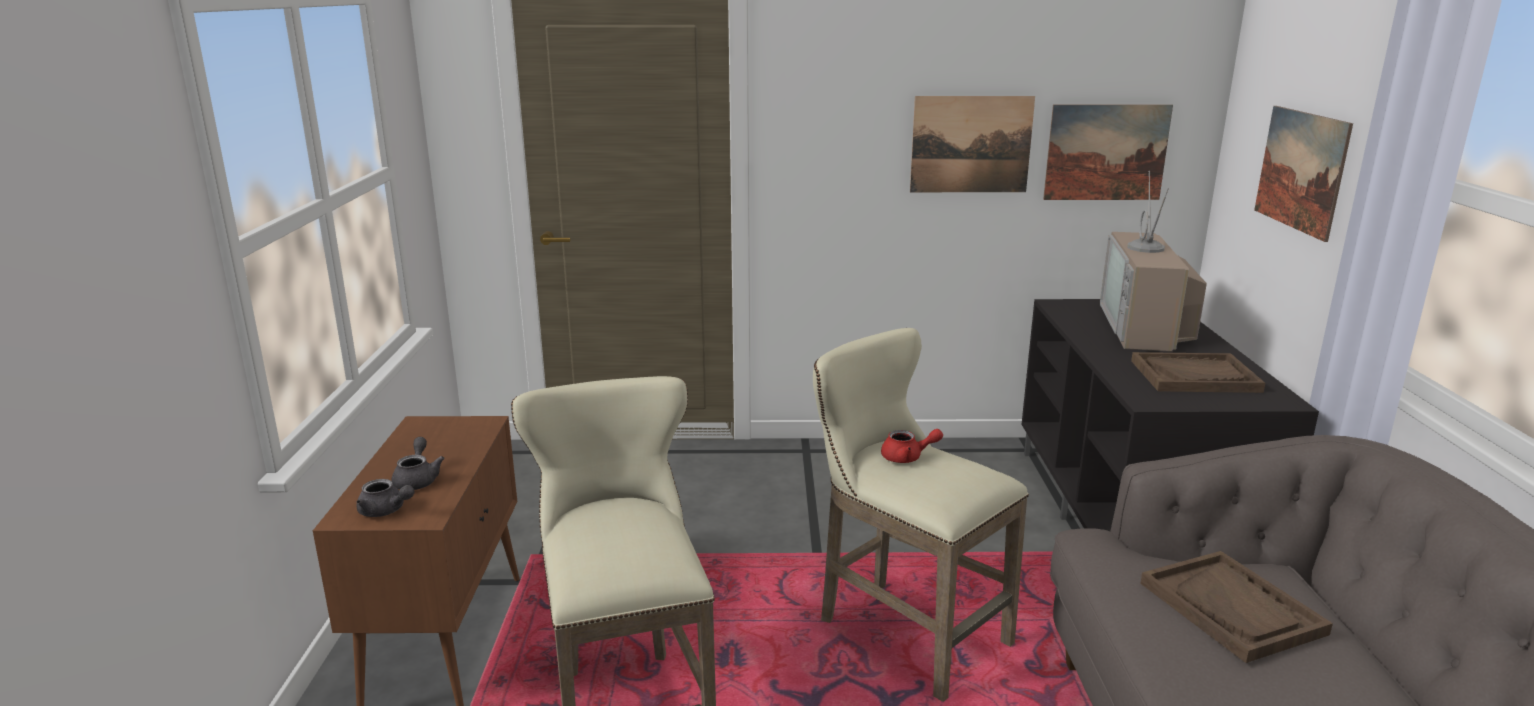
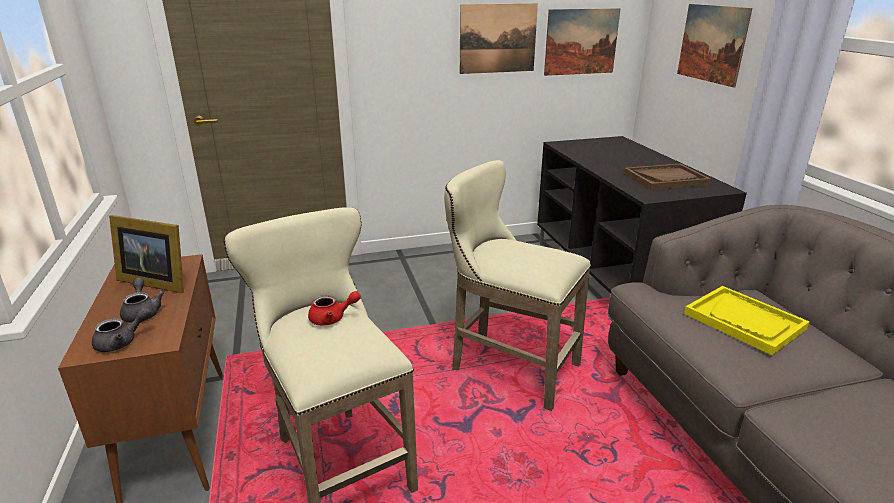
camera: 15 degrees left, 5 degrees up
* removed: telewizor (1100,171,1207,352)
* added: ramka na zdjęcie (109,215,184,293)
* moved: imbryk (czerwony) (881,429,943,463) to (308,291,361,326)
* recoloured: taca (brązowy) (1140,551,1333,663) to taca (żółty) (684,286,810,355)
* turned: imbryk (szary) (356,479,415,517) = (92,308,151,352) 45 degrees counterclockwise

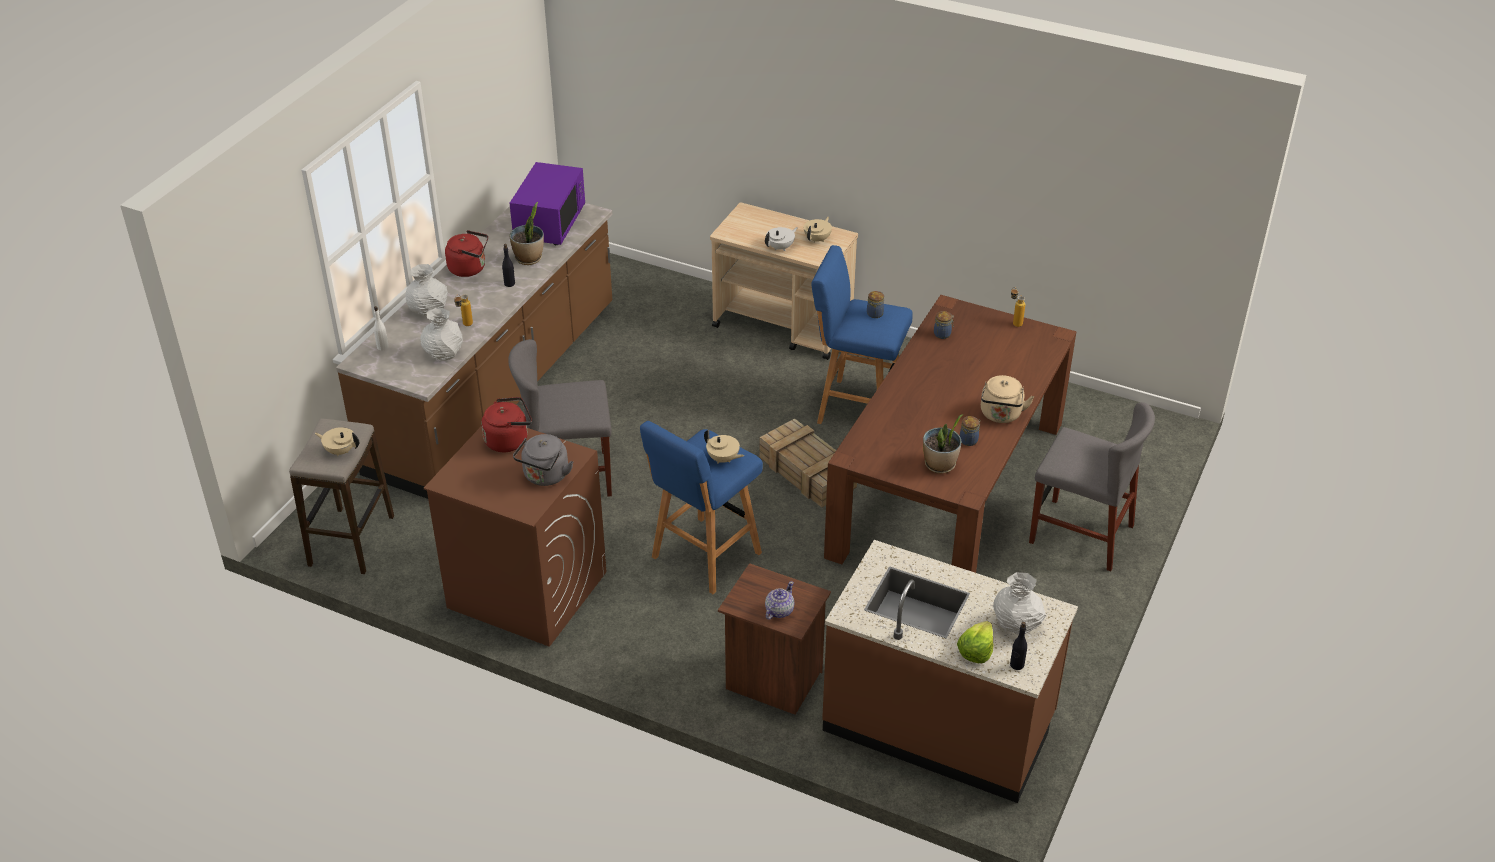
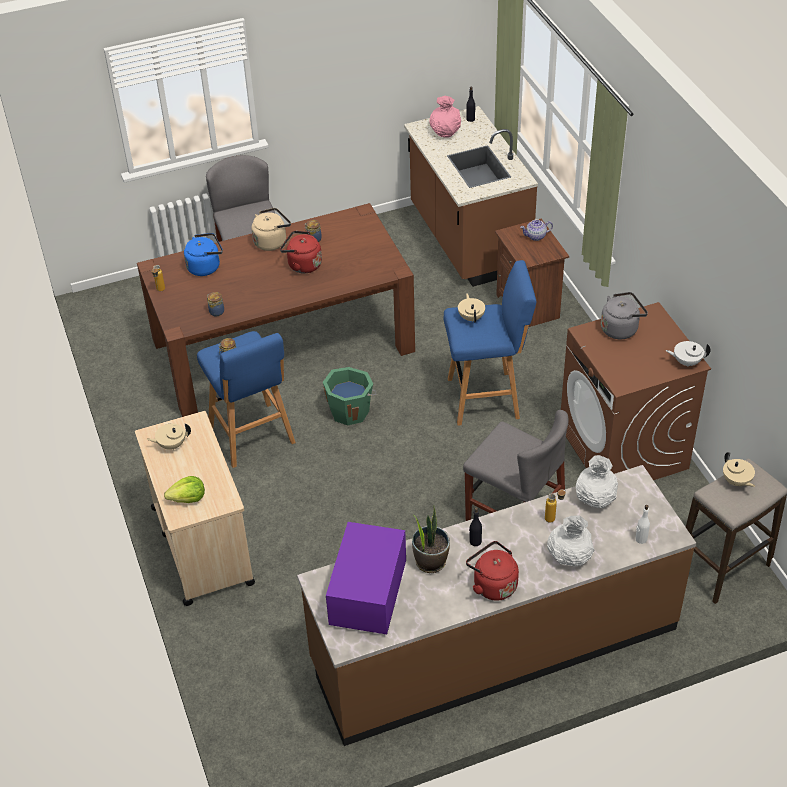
camera: 135 degrees left, 5 degrees up
* removed: roślina doniczkowa (923,414,963,474)
* added: czajnik (niebieski) (184,233,223,276)
* moved: czajnik (czerwony) (481,397,532,452) to (280,231,322,273)
* moved: imbryk (biały) (765,227,798,251) to (666,341,711,366)
* moved: sałata (957,621,993,663) to (164,476,205,503)
* replaced: skrzynka (759,419,857,508) to wiadro (zielony) (323,367,377,425)
* recoloured: wazon (biały) (993,572,1046,635) to wazon (różowy) (429,96,461,138)
* turned: mikrofalówka (fioletowy) (509,162,585,245) = (326,522,406,634) 45 degrees counterclockwise

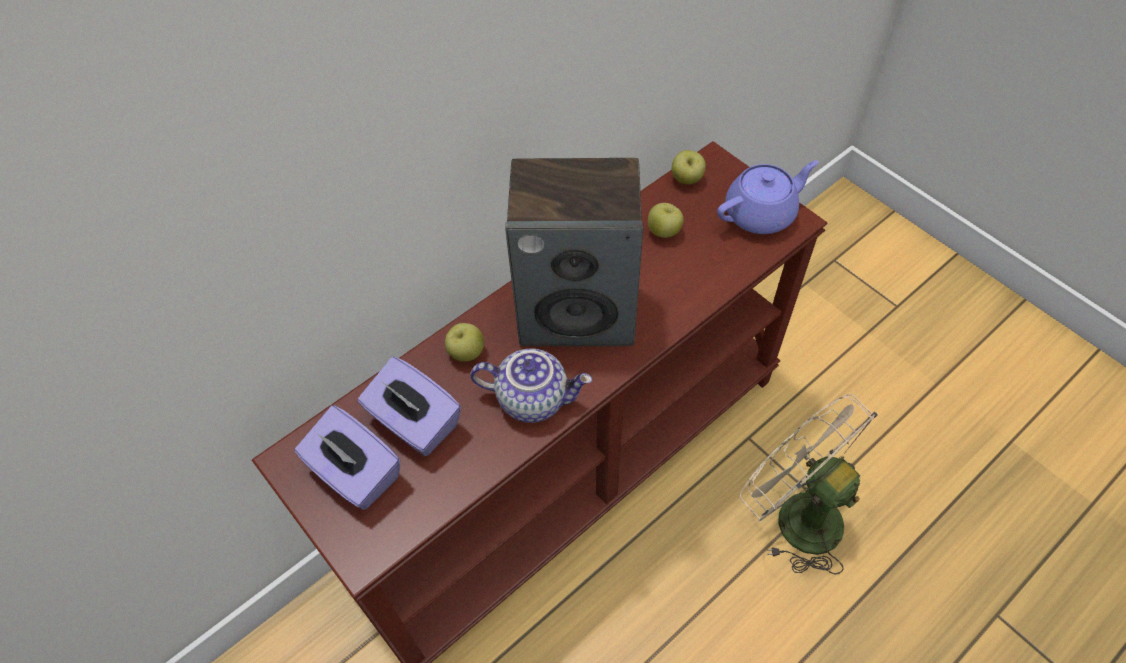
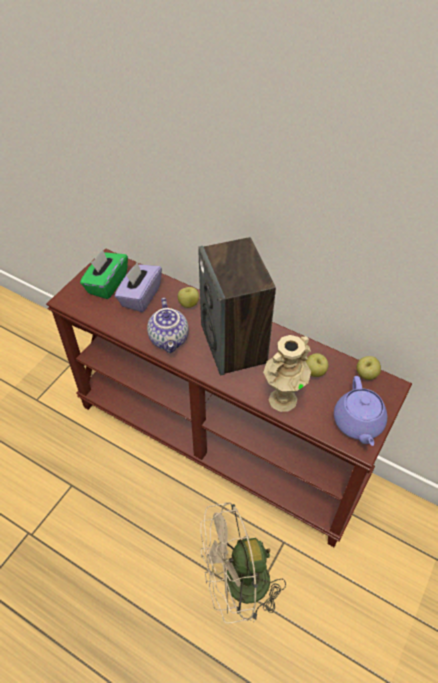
camera: 70 degrees right, 5 degrees down
* added: wazon (beżowy) (263,335,311,412)
* recoloured: pudełko chusteczek (fioletowy) (295,405,400,510) to pudełko chusteczek (zielony) (80,250,128,299)
* turned: imbryk (fioletowy) (717,160,819,234) = (334,376,387,446) 45 degrees clockwise
* turned: wentylator (beżowy) (740,394,878,575) = (200,502,286,624) 135 degrees counterclockwise

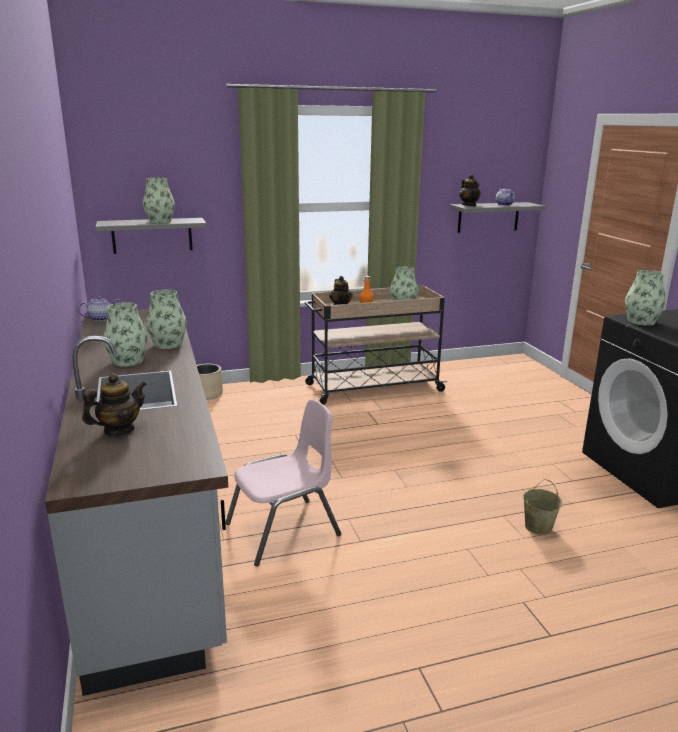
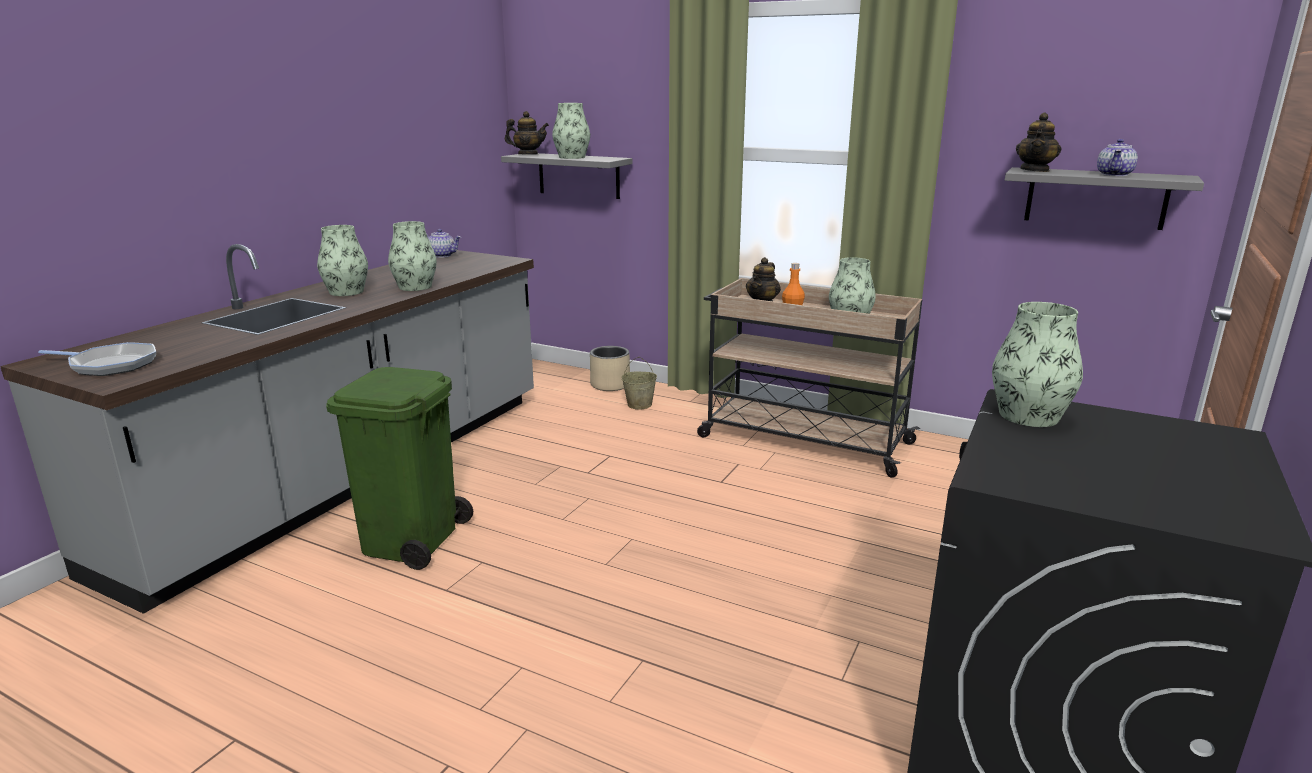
camera: 45 degrees right, 0 degrees up
* added: patelnia (38,342,156,376)
* moved: imbryk (82,373,147,436) to (505,111,549,155)
* moved: wiadro (beżowy) (523,479,562,535) to (622,357,657,410)
* replaced: krzesło (różowy) (225,399,341,566) to kosz na śmieci (zielony) (326,367,473,570)

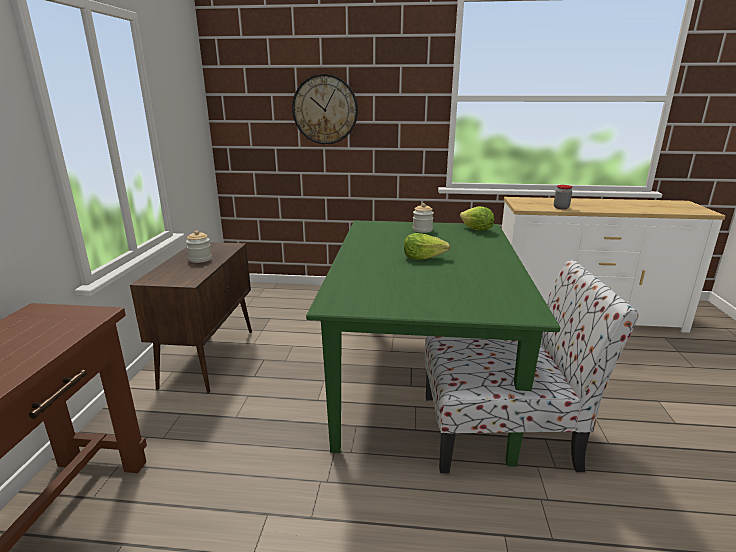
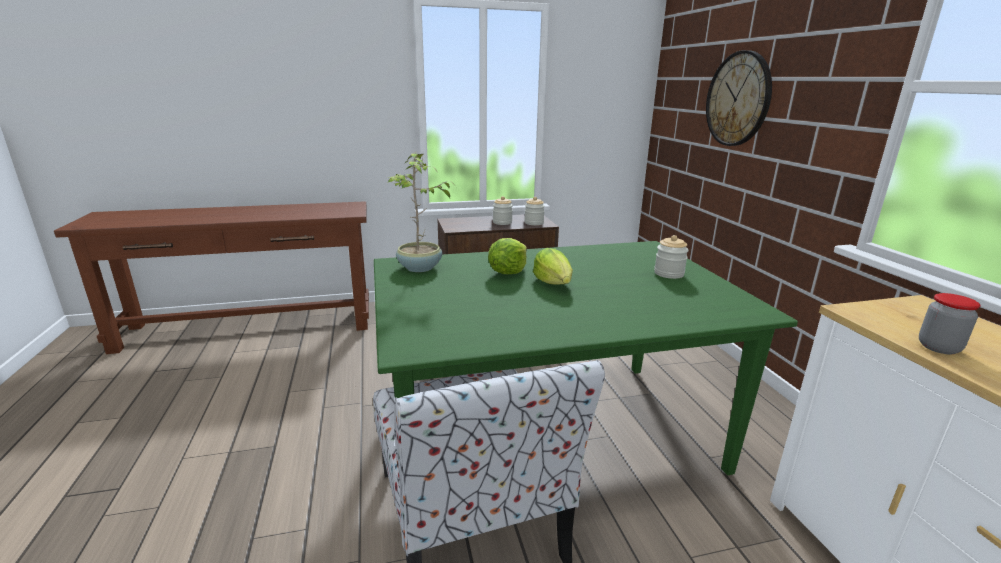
camera: 70 degrees right, 0 degrees up
* added: roślina doniczkowa (388,152,455,272)
* added: słoik (524,197,545,225)
* moved: sałata (460,206,494,231) to (488,238,527,274)

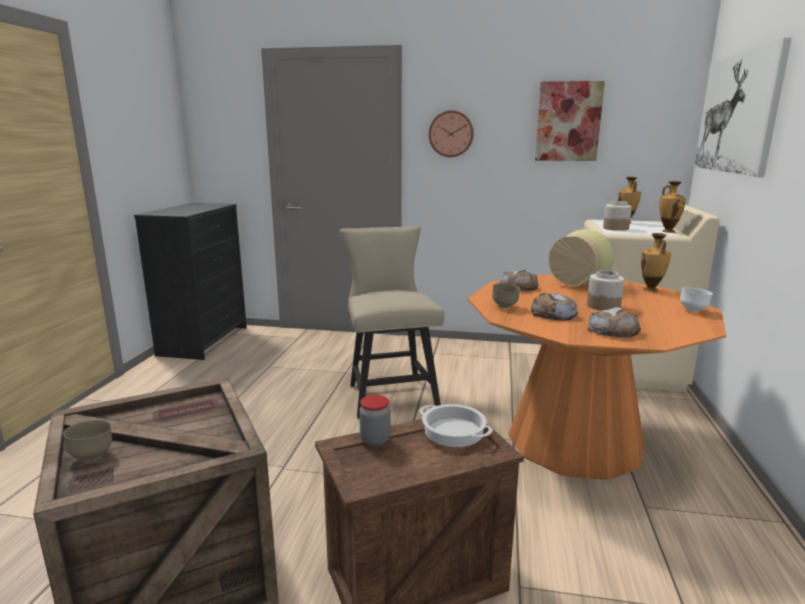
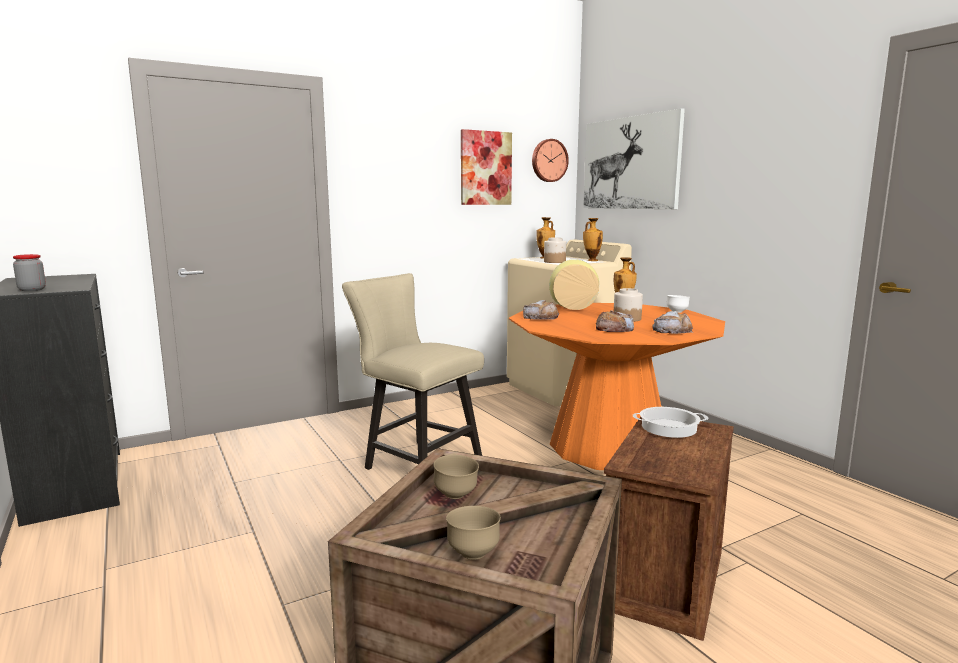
camera: 40 degrees left, 5 degrees down
* moved: słoik (359,395,390,446) to (13,254,46,291)
* moved: zegar ścienny (429,110,474,157) to (532,139,569,182)
* moved: miska (brązowy) (492,283,520,308) to (433,455,479,499)

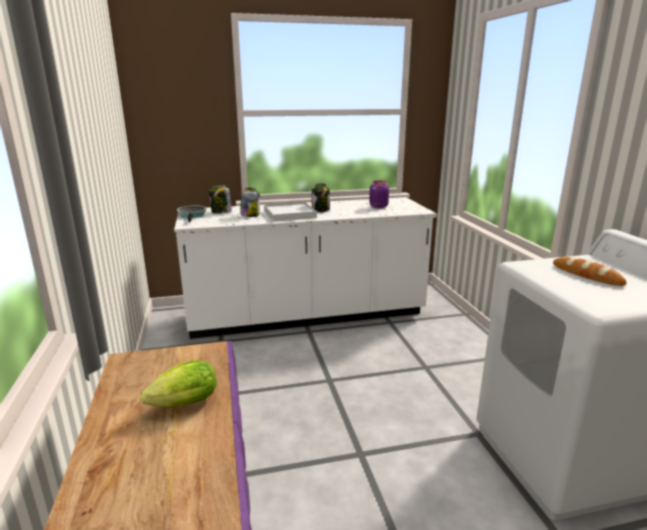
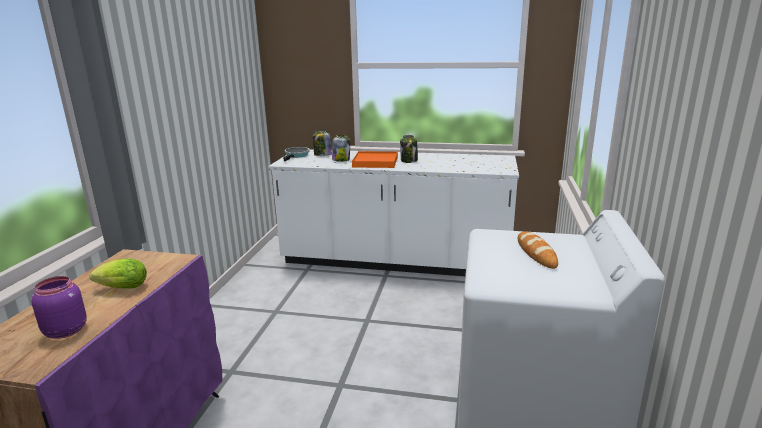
camera: 25 degrees right, 0 degrees up
* moved: słoik (fioletowy) (369,181,389,209) to (32,276,87,339)
* recoloured: taca (biały) (264,202,317,222) to taca (pomarańczowy) (352,151,398,168)

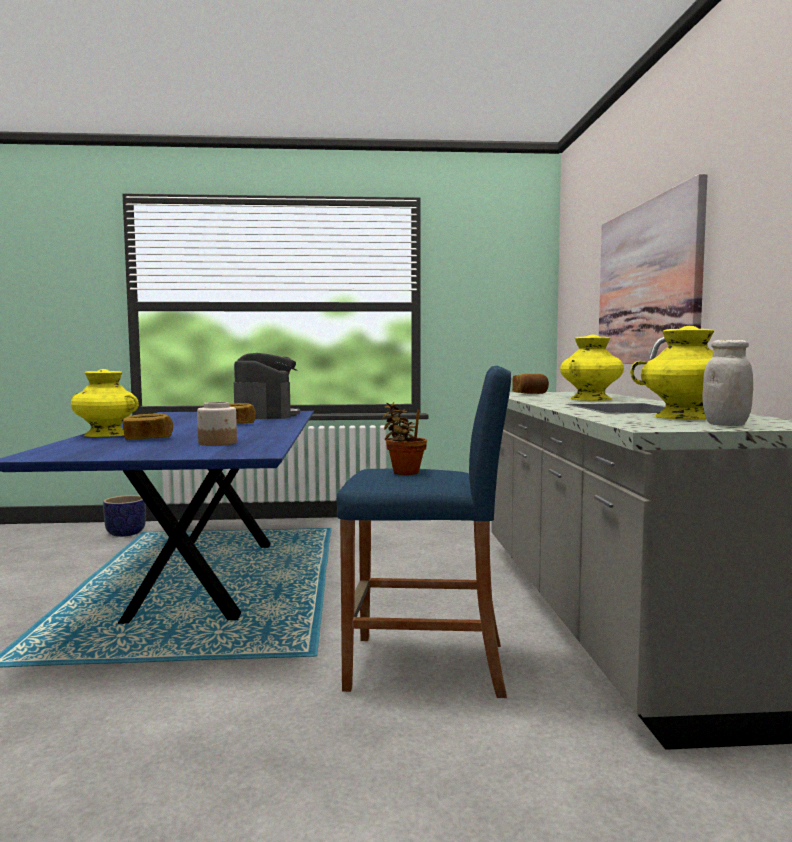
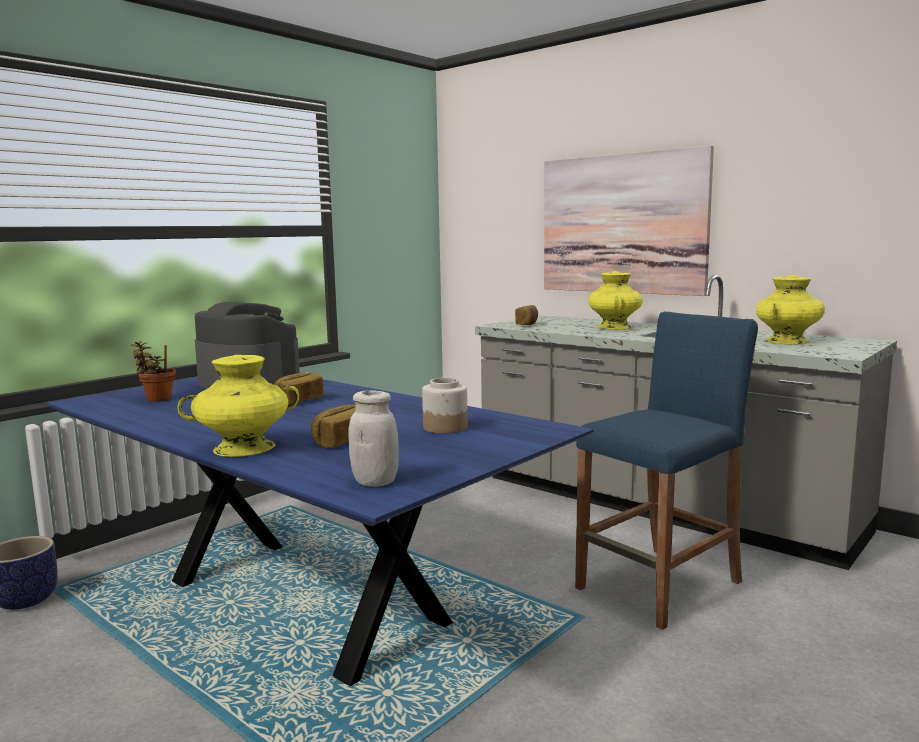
camera: 45 degrees left, 5 degrees up
* moved: roślina doniczkowa (383,402,427,475) to (130,341,176,402)
* moved: słoik (biały) (702,340,753,426) to (348,390,399,487)

